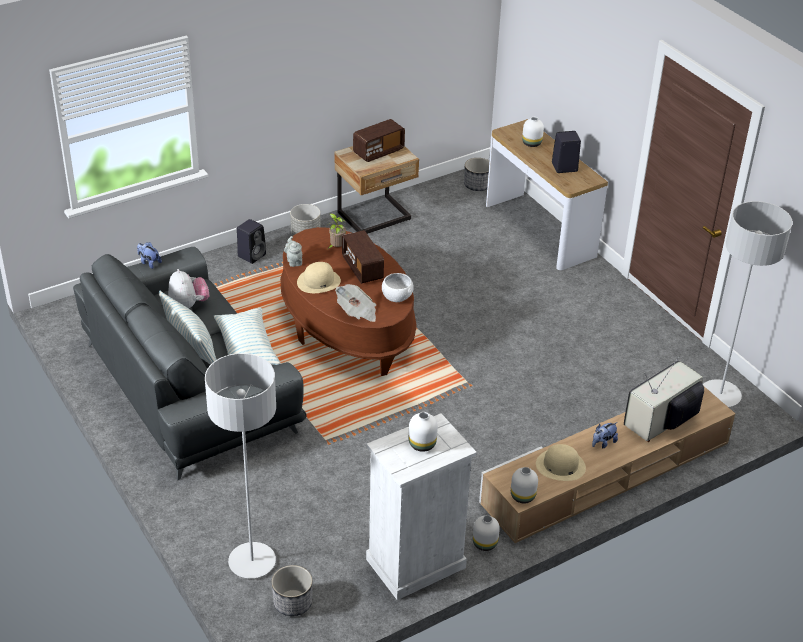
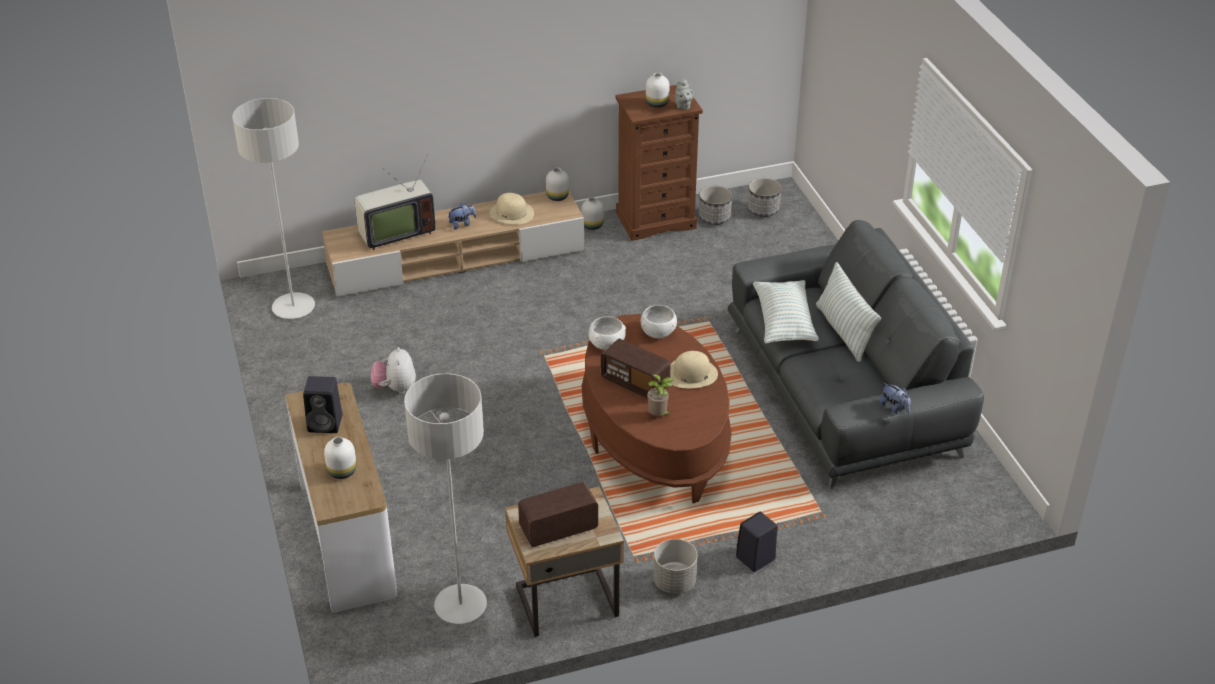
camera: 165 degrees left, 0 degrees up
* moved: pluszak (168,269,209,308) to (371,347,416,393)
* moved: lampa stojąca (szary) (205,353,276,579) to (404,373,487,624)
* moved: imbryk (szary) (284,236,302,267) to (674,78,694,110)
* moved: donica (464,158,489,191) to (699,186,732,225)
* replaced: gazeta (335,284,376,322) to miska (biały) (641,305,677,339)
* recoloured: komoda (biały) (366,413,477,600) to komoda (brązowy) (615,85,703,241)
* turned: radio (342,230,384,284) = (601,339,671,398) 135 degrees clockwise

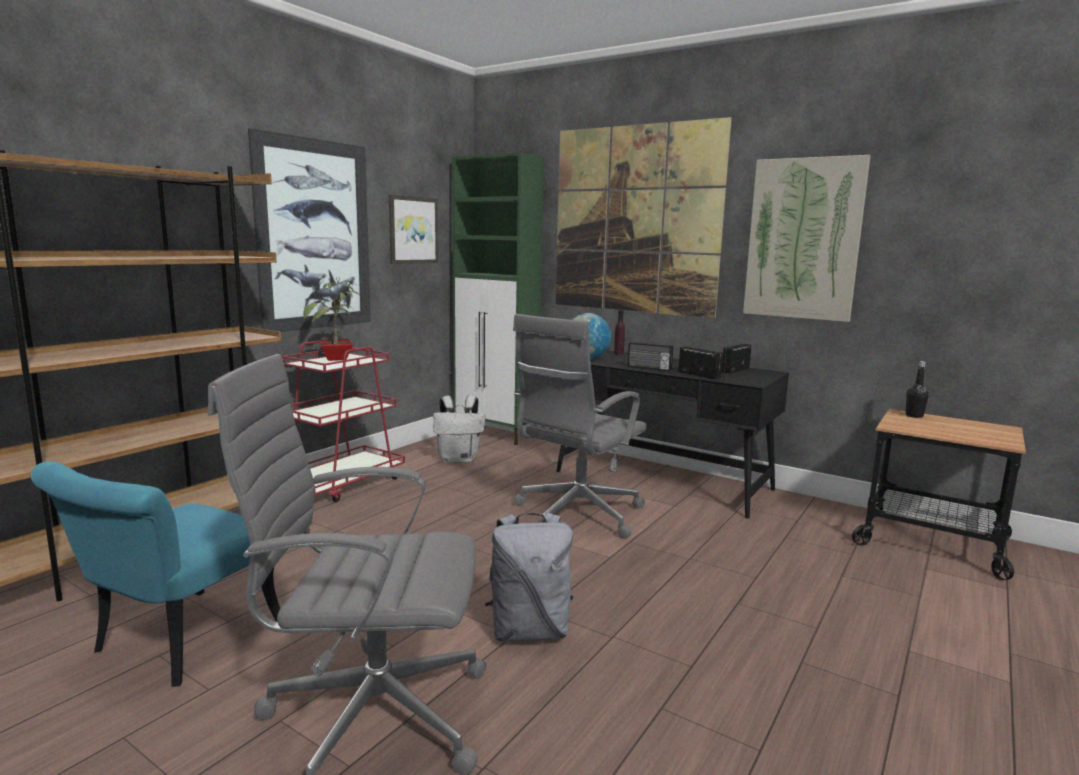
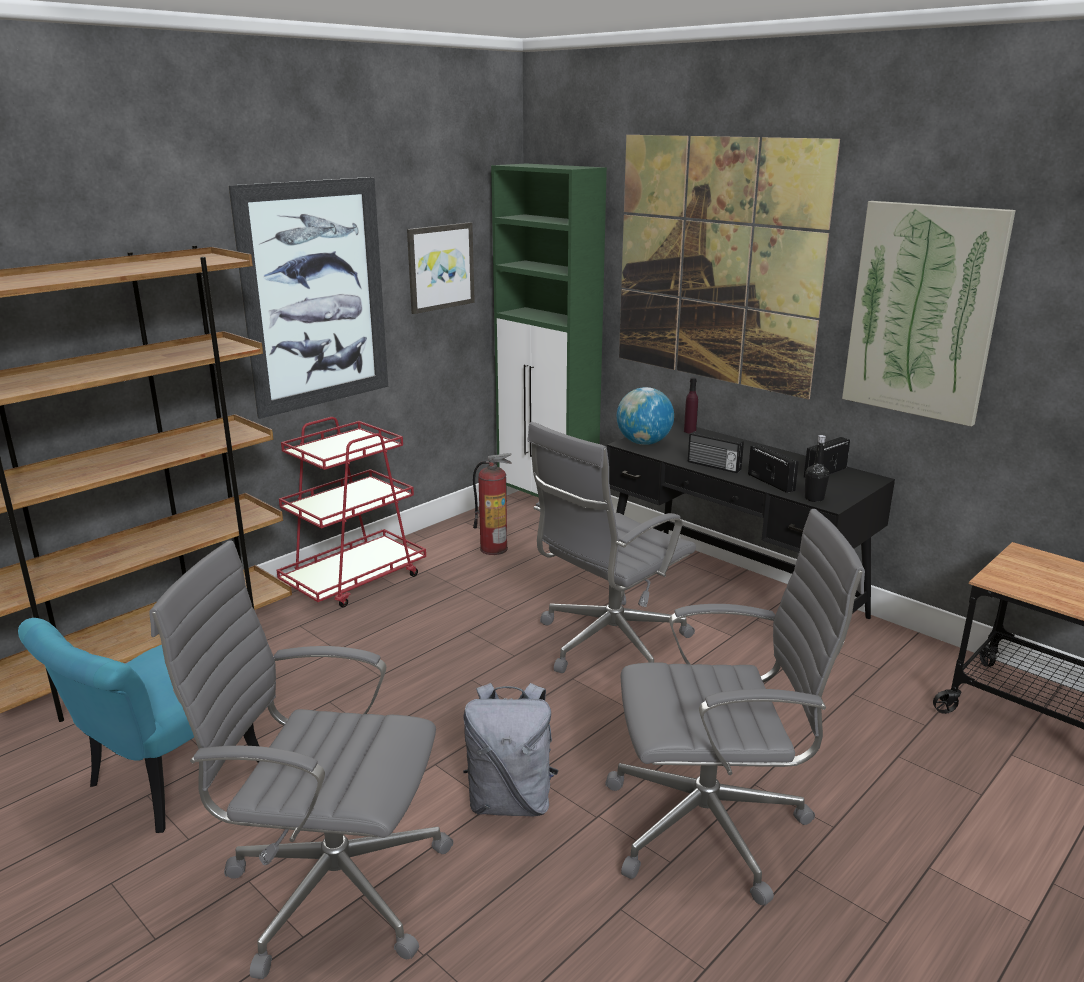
camera: 10 degrees right, 10 degrees up
* removed: roślina doniczkowa (303,277,361,361)
* added: krzesło biurowe (szary) (605,509,865,906)
* moved: butelka (czarny) (906,361,929,418) to (805,435,829,502)
* replaced: plecak (biały) (433,395,485,463) to gaśnica (473,453,512,555)

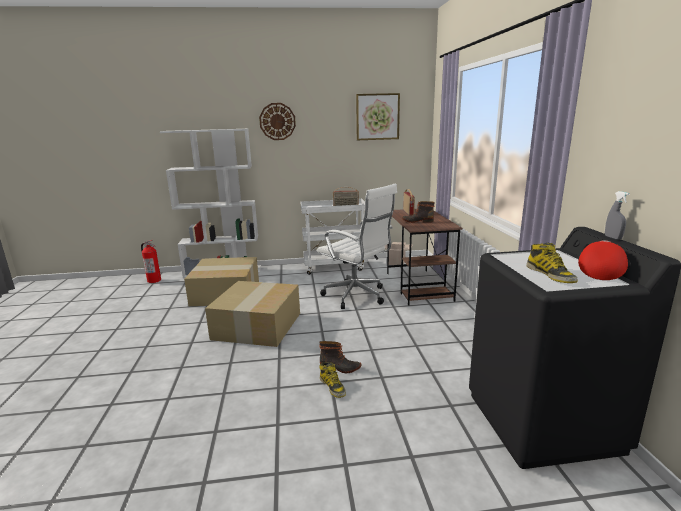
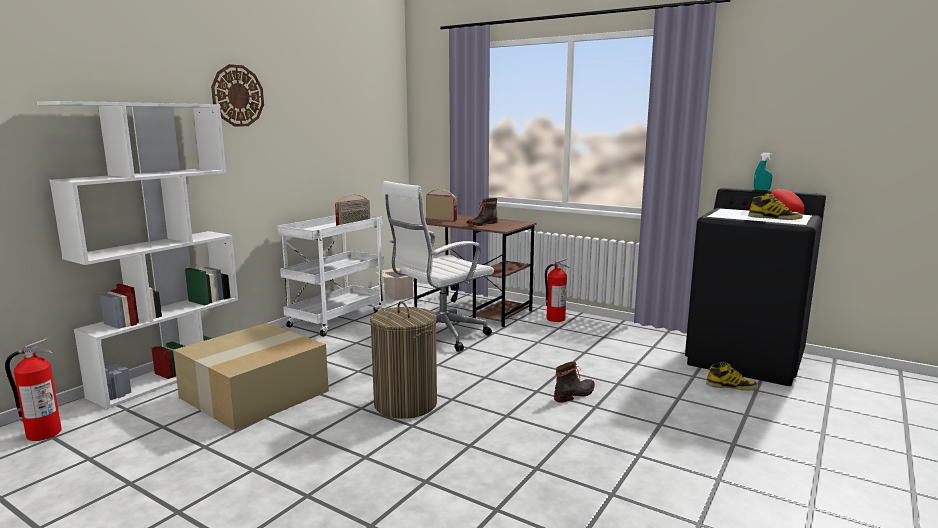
camera: 50 degrees left, 5 degrees down
* removed: obraz (356,93,400,140)
* added: gaśnica (545,258,569,322)
* moved: but z cholewką (319,362,346,398) to (706,362,759,391)
* replaced: karton (205,281,300,347) to kosz na pranie (370,301,437,419)
* recoloured: spryskiwacz (szary) (605,191,630,240) to spryskiwacz (turkusowy) (754,153,773,190)
* turned: krzesło biurowe (biały) (317,184,397,309) = (382,181,494,352) 150 degrees clockwise

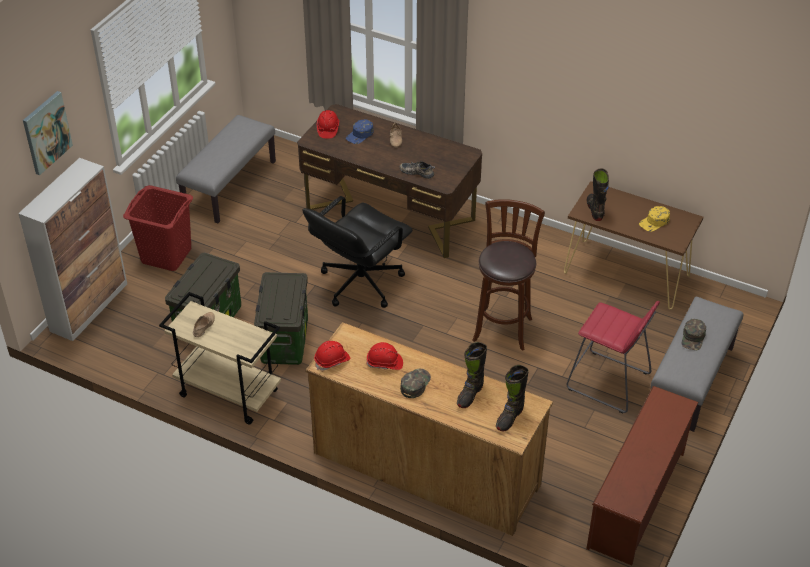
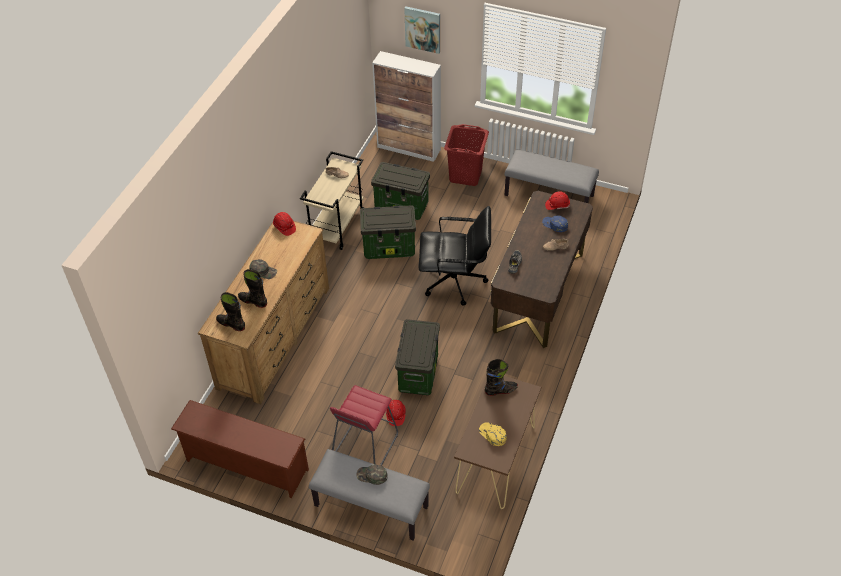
camera: 85 degrees right, 5 degrees up
* moved: kask (czerwony) (366,342,403,370) to (386,400,406,426)
* replaced: stołek (brązowy) (473,199,545,351) to pojemnik do przechowywania (395,319,440,395)
* turned: krzesło biurowe (czarny) (302,196,413,308) = (419,206,491,306) 150 degrees clockwise

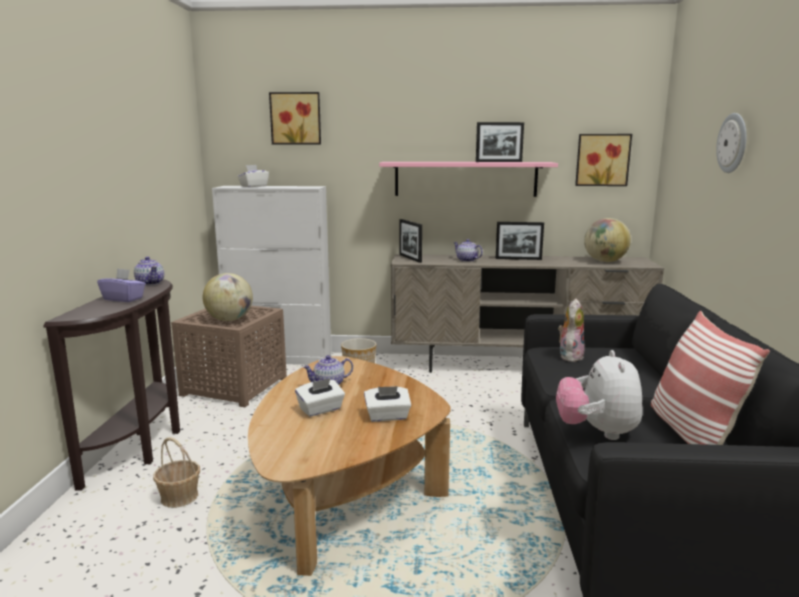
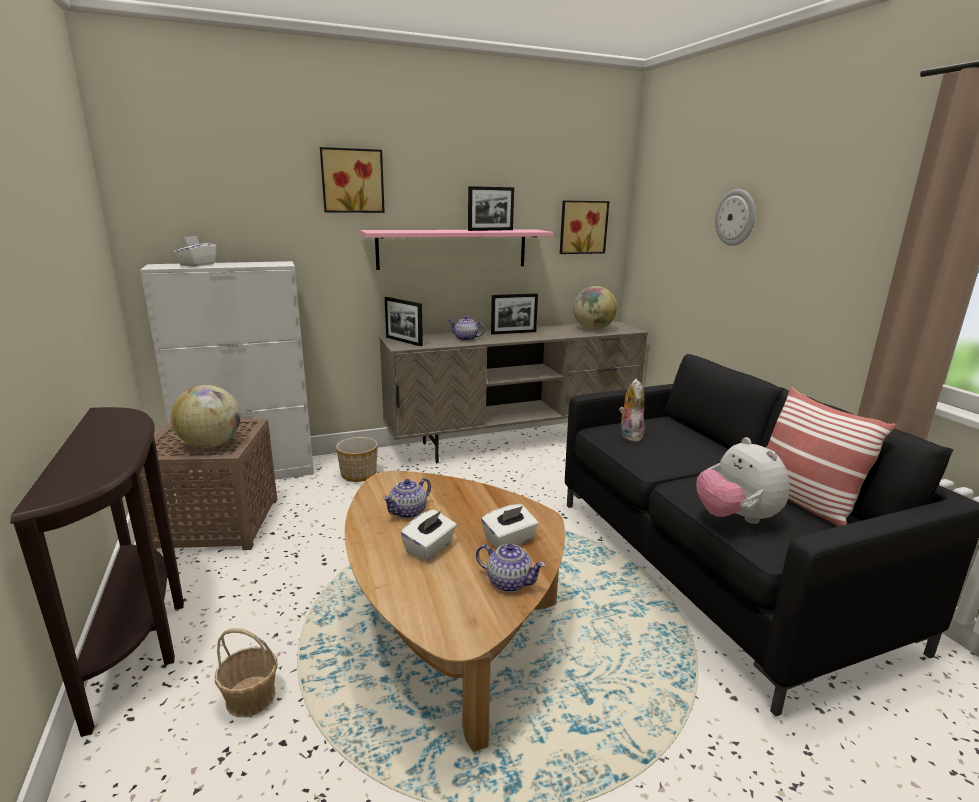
camera: 25 degrees left, 5 degrees up
* removed: pudełko chusteczek (fioletowy) (97,268,146,302)
* moved: imbryk (134,257,164,286) to (476,544,546,592)
* moved: obraz (269,92,321,144) to (320,147,385,213)

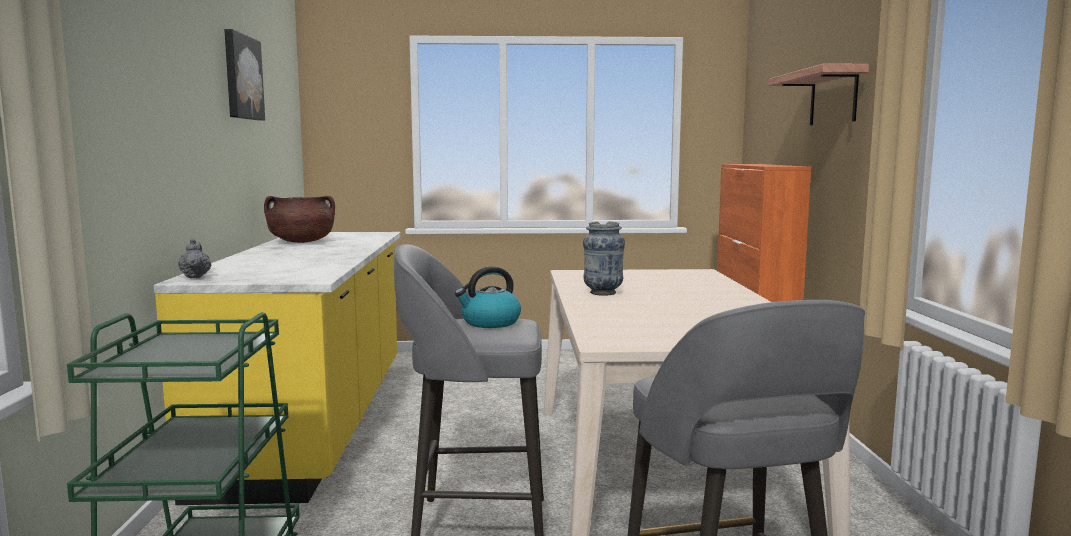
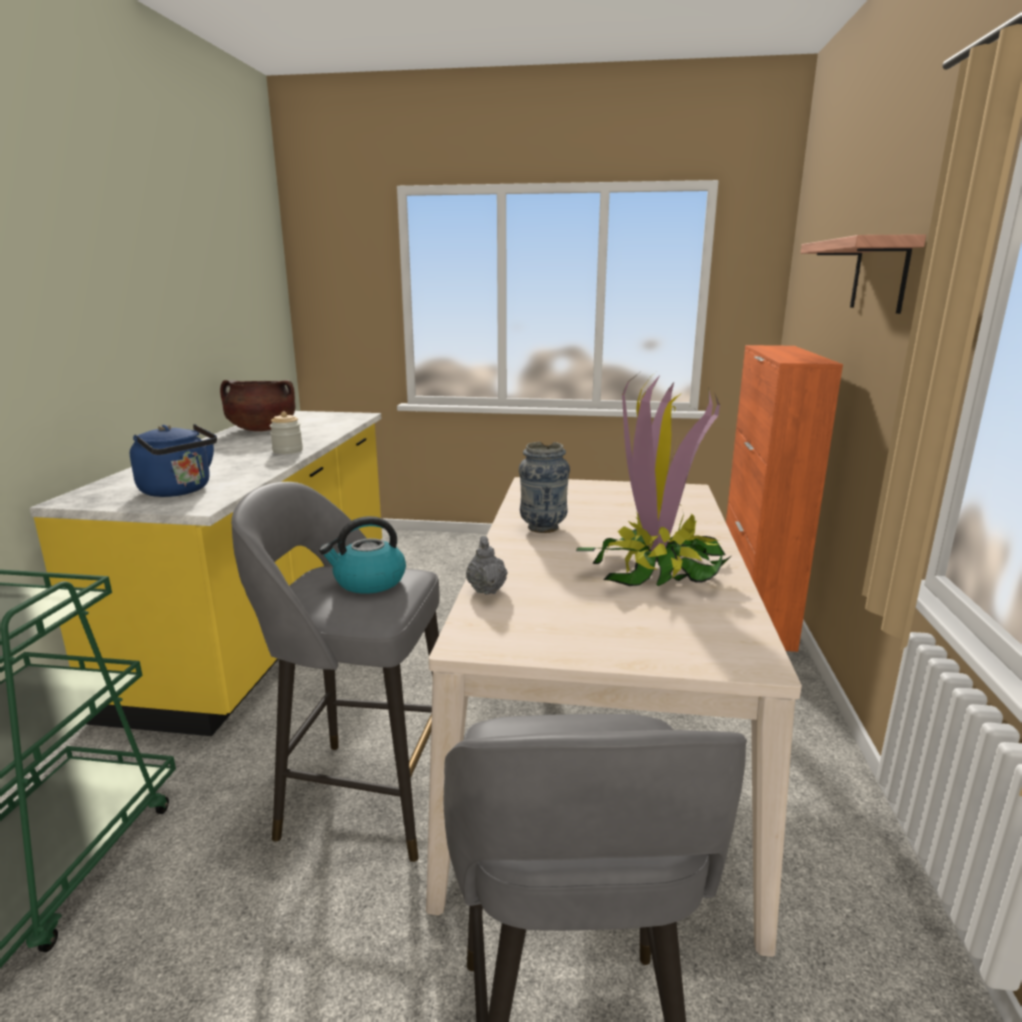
camera: 10 degrees right, 10 degrees up
* removed: obraz (224,29,265,121)
* added: czajnik (niebieski) (130,424,217,497)
* added: słoik (270,411,303,454)
* added: roślina doniczkowa (576,372,731,586)
* moved: imbryk (szary) (178,239,211,278) to (466,536,508,595)

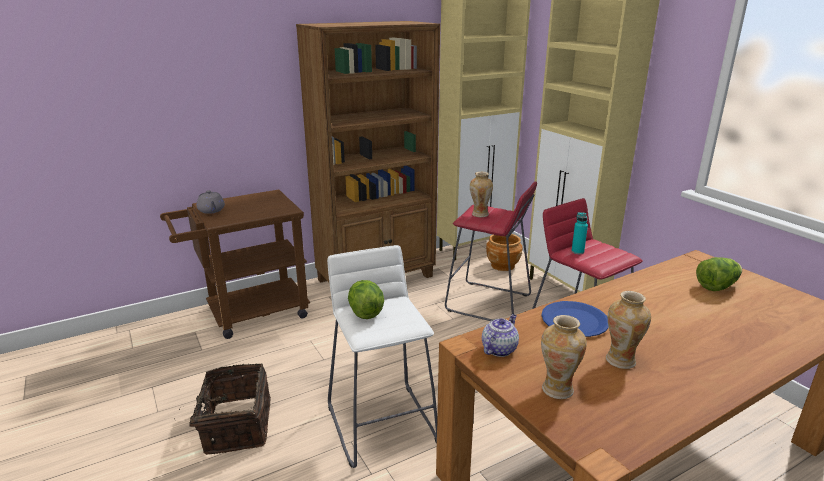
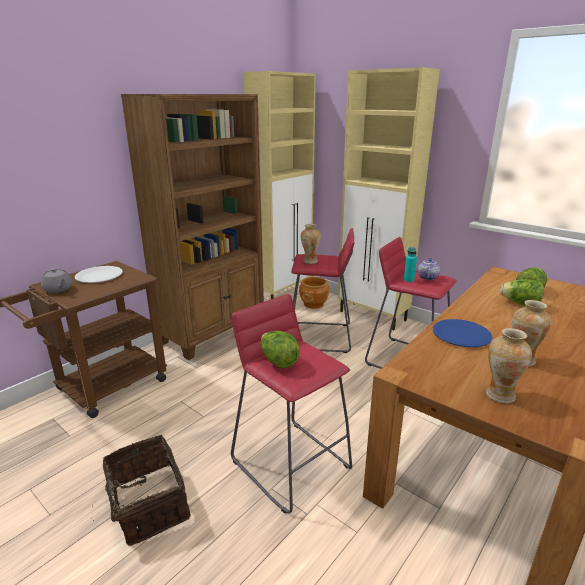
camera: 20 degrees left, 0 degrees up
* added: talerz (biały) (75,266,123,283)
* added: sałata (500,279,544,306)
* moved: imbryk (482,314,519,357) to (418,258,440,280)
* recoloured: stołek (biały) (327,245,437,468) to stołek (czerwony) (231,294,352,514)

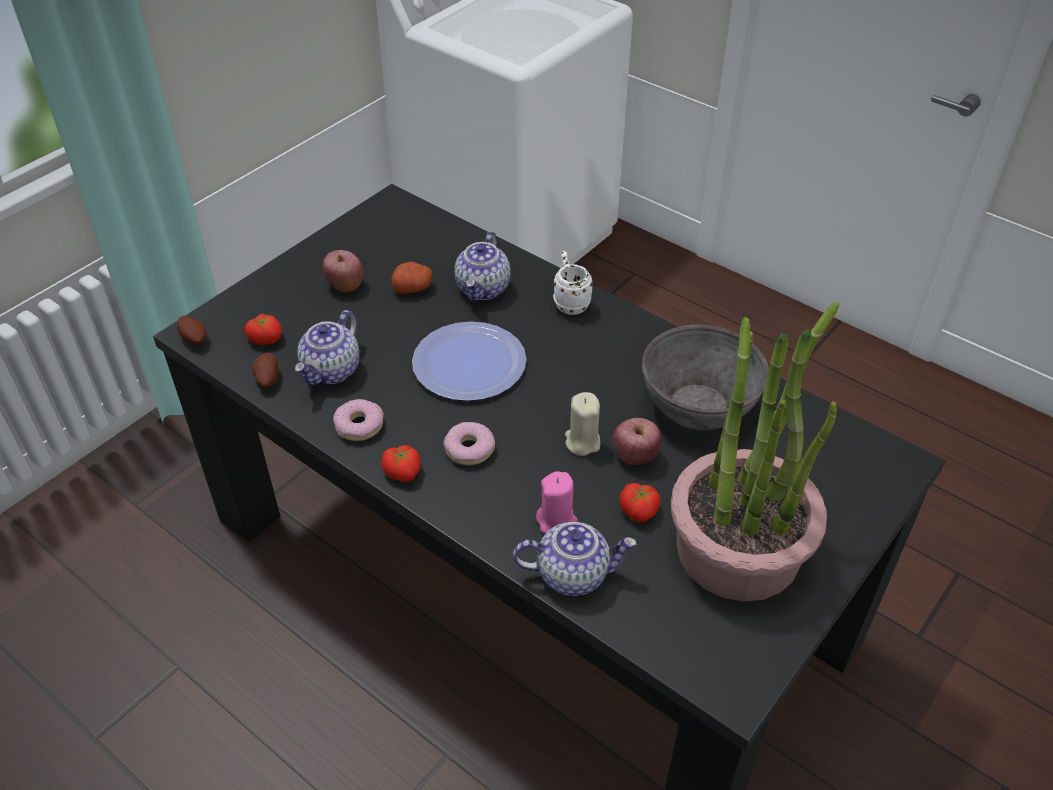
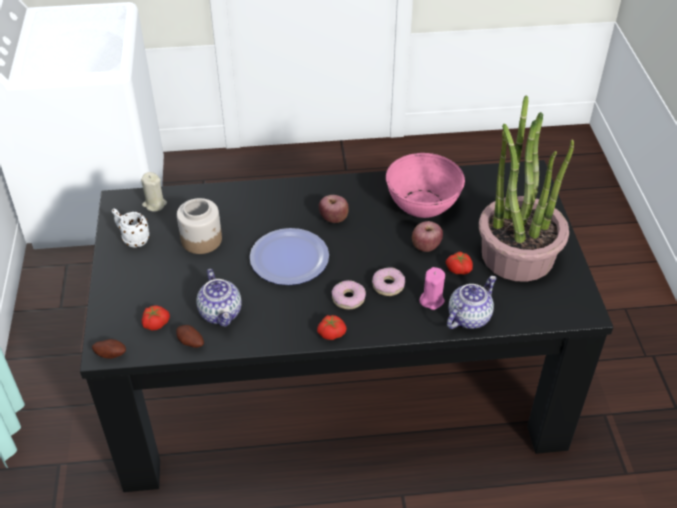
camera: 45 degrees left, 0 degrees up
* removed: imbryk (454,231,511,301)
* moved: jabłko (322,250,363,292) to (319,195,349,223)
* moved: donut (333,399,384,441) to (372,267,405,296)
* moved: kubek (biały) (553,251,593,315) to (112,209,149,248)
* moved: świeca (beżowy) (565,392,600,456) to (141,172,167,211)
* replaced: ziemniak (392,262,433,294) to słoik (177,198,222,254)
* recoloured: miska (szary) (642,325,769,430) to miska (różowy) (386,153,465,218)

